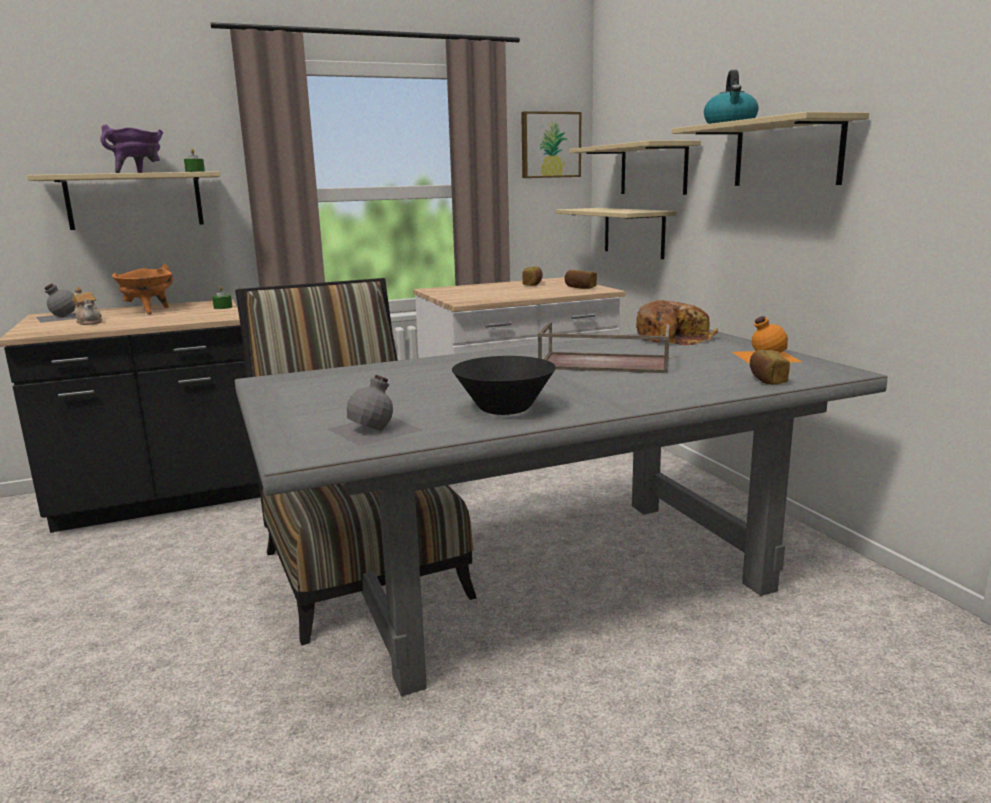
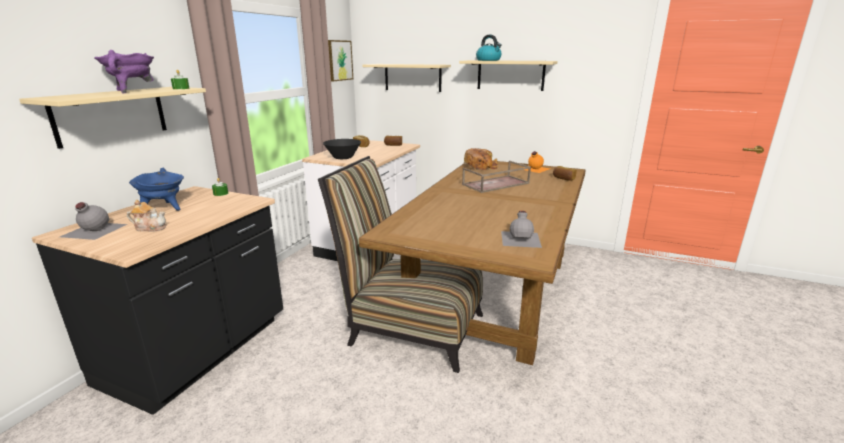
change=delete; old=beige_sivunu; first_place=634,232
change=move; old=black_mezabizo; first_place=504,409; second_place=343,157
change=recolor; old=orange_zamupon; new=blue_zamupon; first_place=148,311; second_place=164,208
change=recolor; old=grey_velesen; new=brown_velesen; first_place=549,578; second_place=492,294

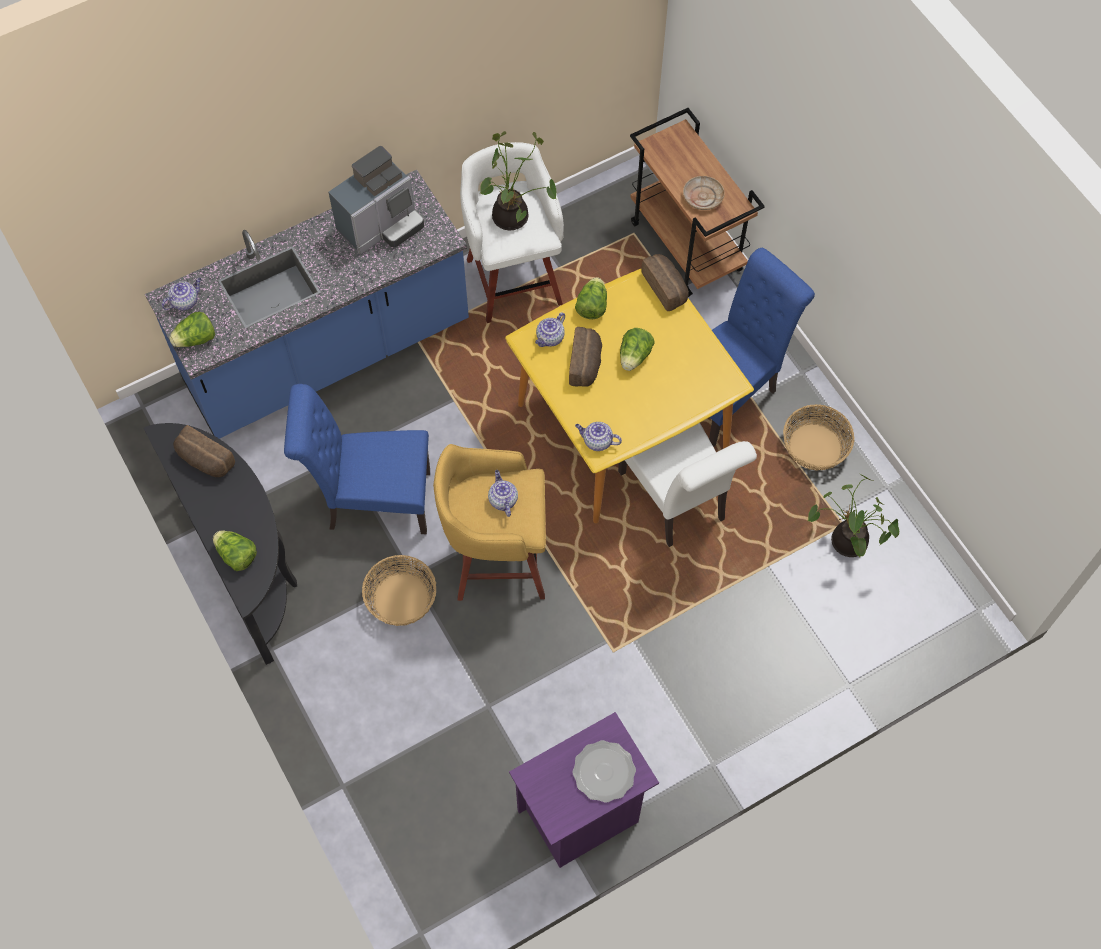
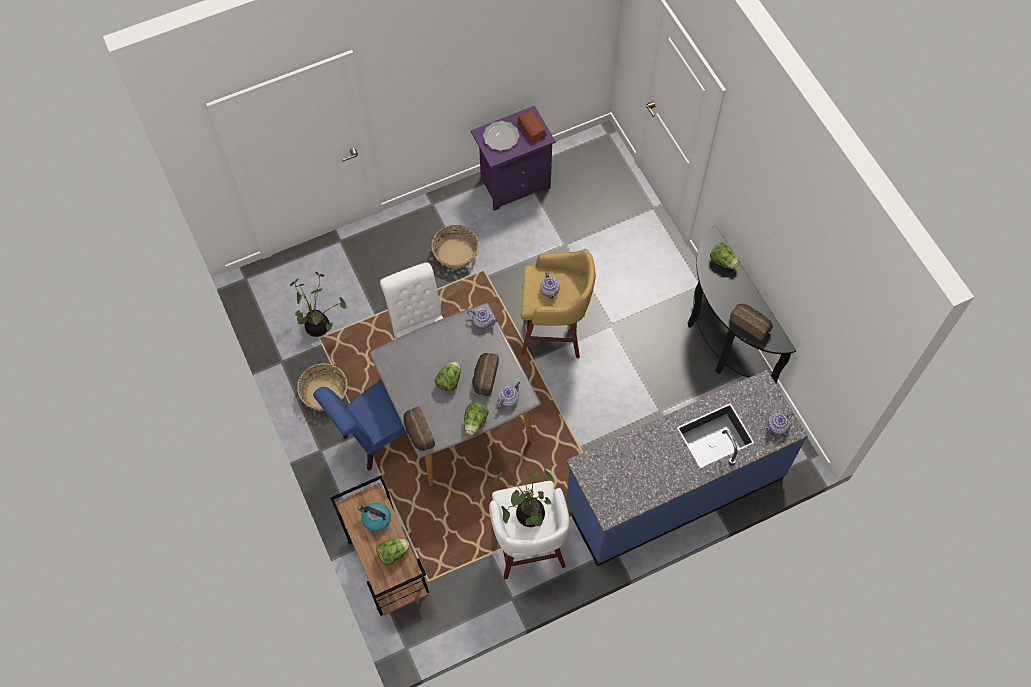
change=delete; old=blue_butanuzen; first_place=372,500
change=delete; old=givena; first_place=381,225
change=insert; new=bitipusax; second_place=531,129
change=move; old=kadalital; first_place=196,339; second_place=392,553
change=move; old=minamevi; first_place=400,599; second_place=456,253
change=replace; old=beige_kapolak; new=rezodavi; first_place=702,197; second_place=376,519
change=recolor; old=yellow_velesen; new=grey_velesen; first_place=623,428; second_place=458,416

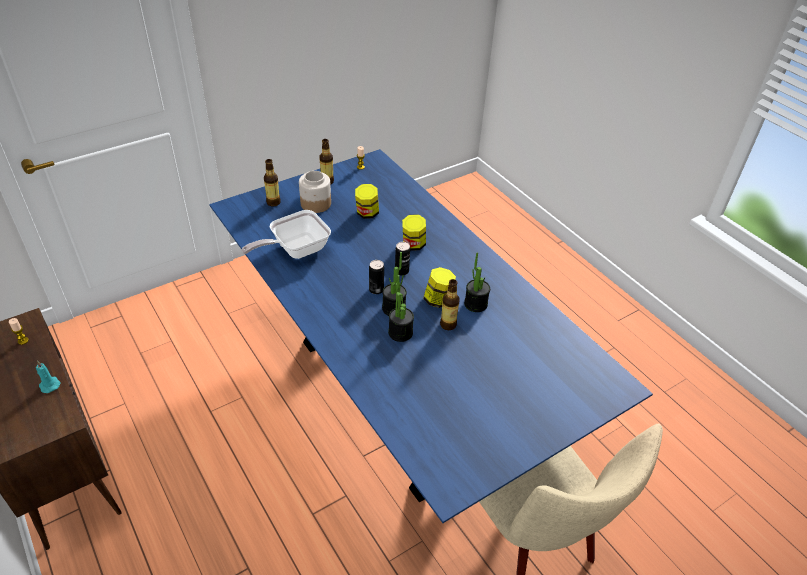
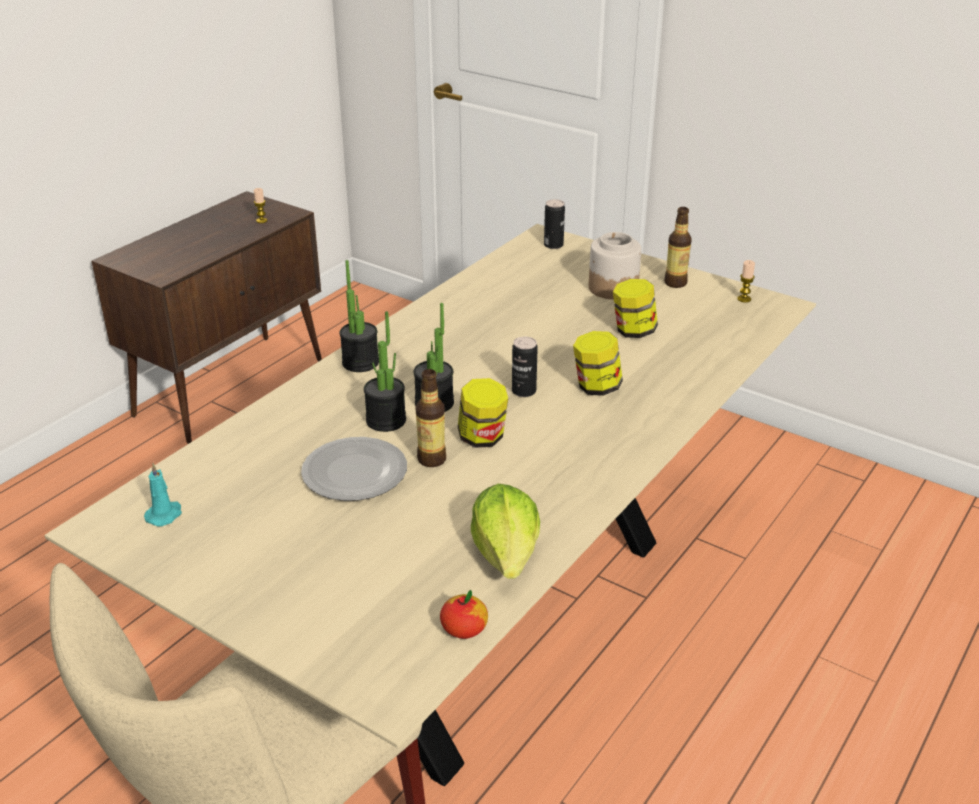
change=delete; old=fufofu; first_place=295,250
change=delete; old=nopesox; first_place=273,202
change=insert; new=kapolak; second_place=356,473
change=insert; new=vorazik; second_place=464,629
change=insert; new=kadalital; second_place=507,554
change=move; old=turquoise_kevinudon; first_place=49,384; second_place=165,515
change=move; old=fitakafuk; first_place=376,289; second_place=553,245
change=move; old=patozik; first_place=475,304; second_place=360,363
change=recolor; old=blue_velesen; new=beige_velesen; first_place=398,394; second_place=489,616

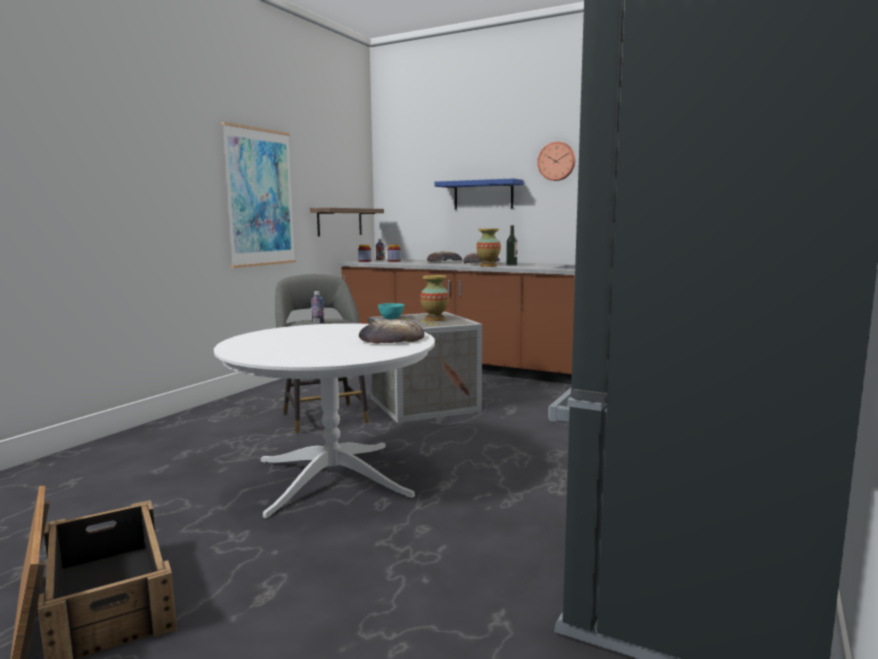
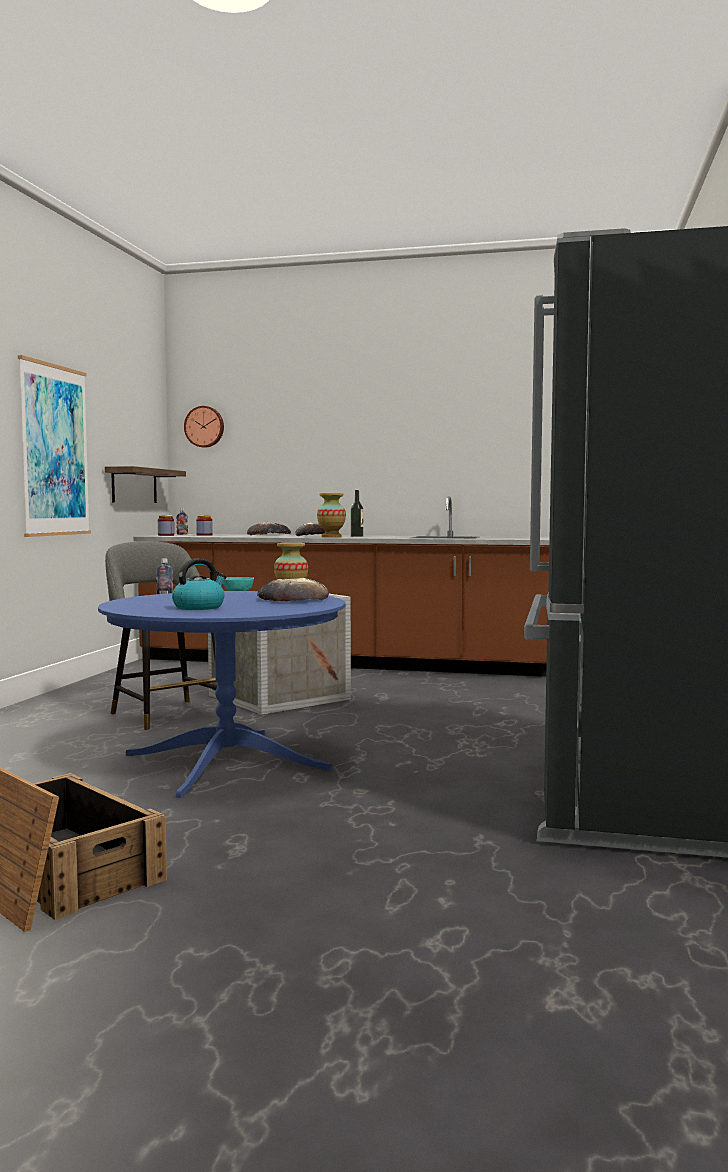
change=delete; old=blue_sivunu; first_place=483,195
change=insert; new=rezodavi; second_place=199,607
change=move; old=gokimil; first_place=556,161; second_place=204,427
change=recolor; old=white_velesen; new=blue_velesen; first_place=333,477; second_place=226,762

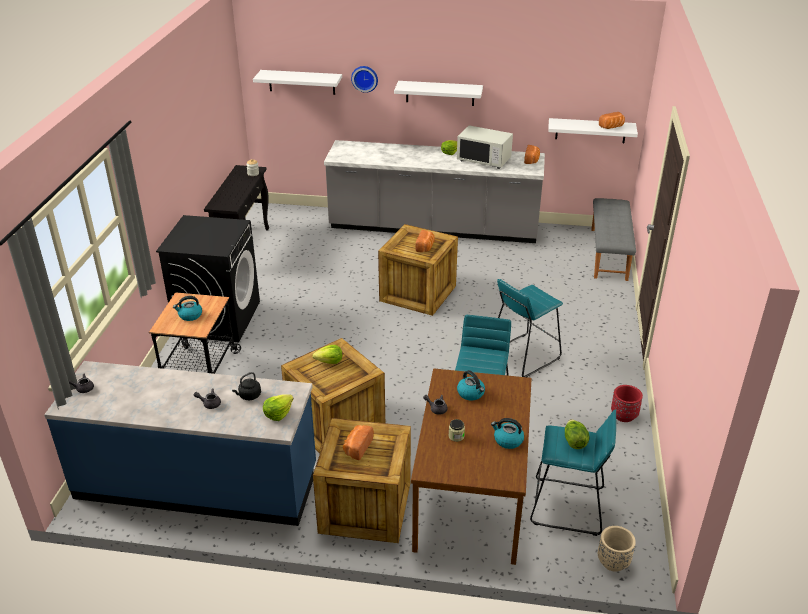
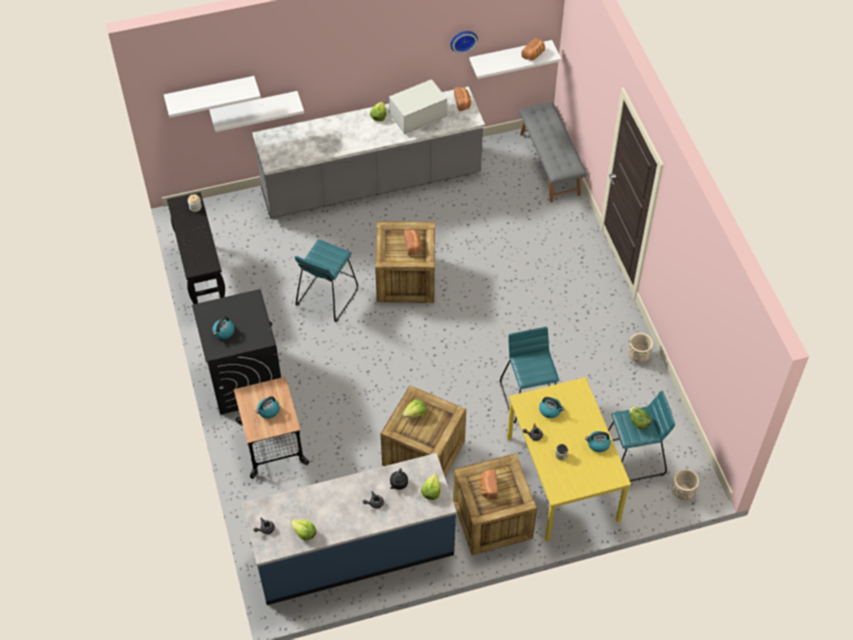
change=insert; new=rezodavi; second_place=223,332
change=insert; new=kadalital; second_place=304,533
change=move; old=gokimil; first_place=365,78; second_place=463,40
change=move; old=white_sivunu; first_place=440,93; second_place=254,107
change=move; old=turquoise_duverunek; first_place=523,355; second_place=327,297
change=recolor; old=brown_velesen; new=yellow_velesen; first_place=471,497; second_place=563,479
change=recolor; old=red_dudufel; new=beige_dudufel; first_place=624,415; second_place=638,356
change=rotate; old=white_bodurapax; first_place=484,160; second_place=418,117; degrees=150

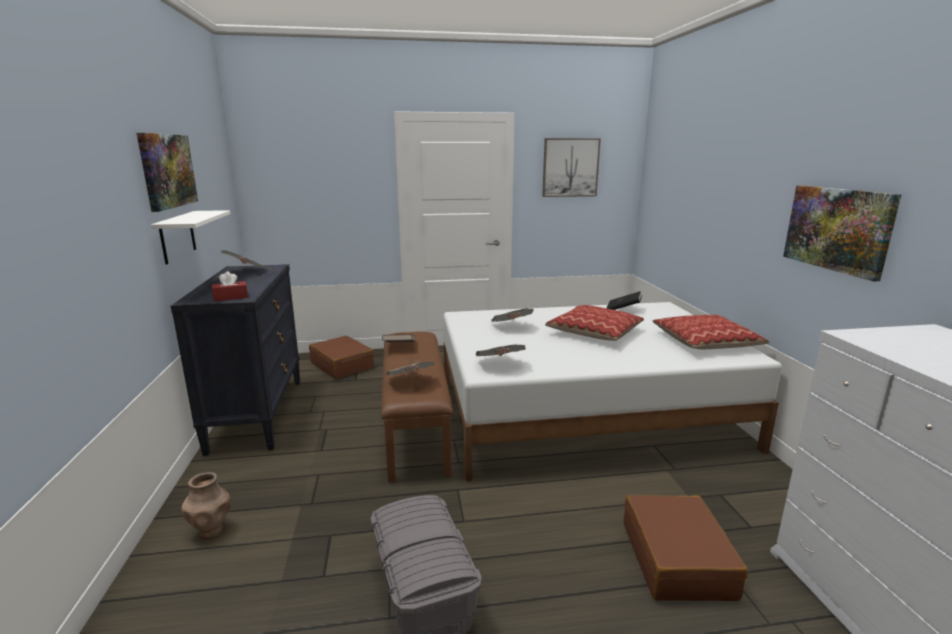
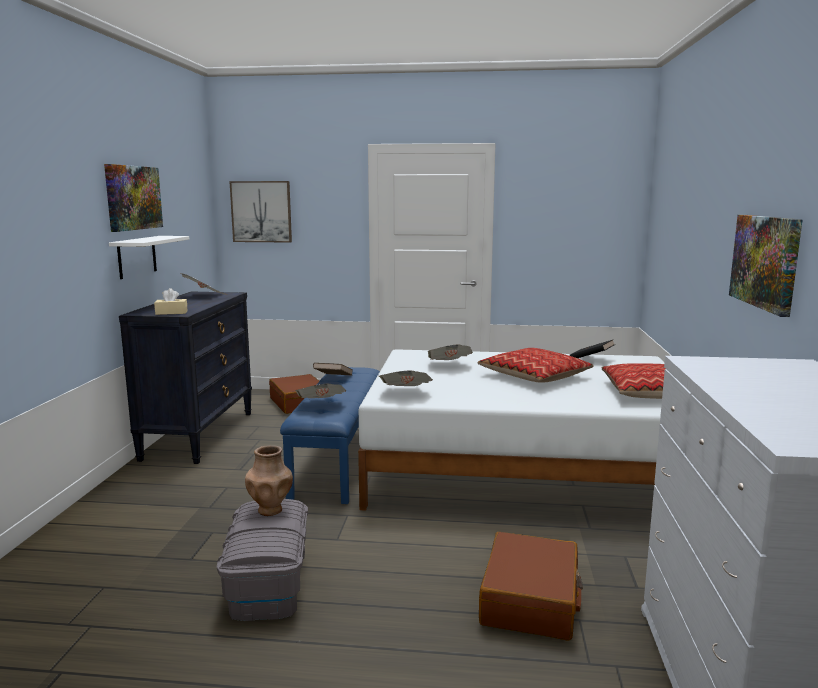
change=move; old=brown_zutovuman; first_place=211,530; second_place=270,510
change=move; old=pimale; first_place=570,167; second_place=261,211
change=recolor; old=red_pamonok; new=beige_pamonok; first_place=231,297; second_place=171,312
change=recolor; old=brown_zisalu; new=blue_zisalu; first_place=416,426; second_place=340,460

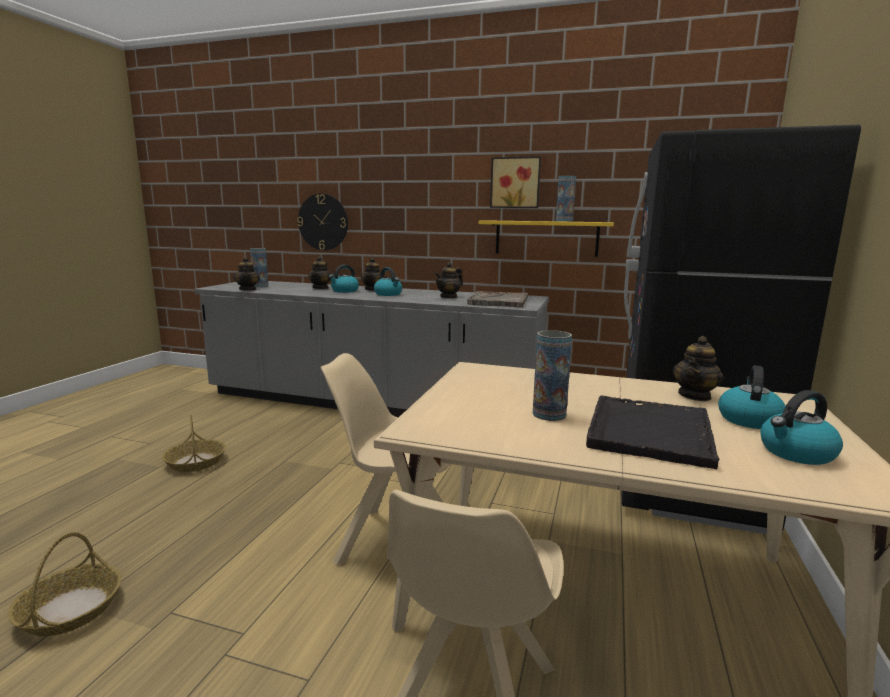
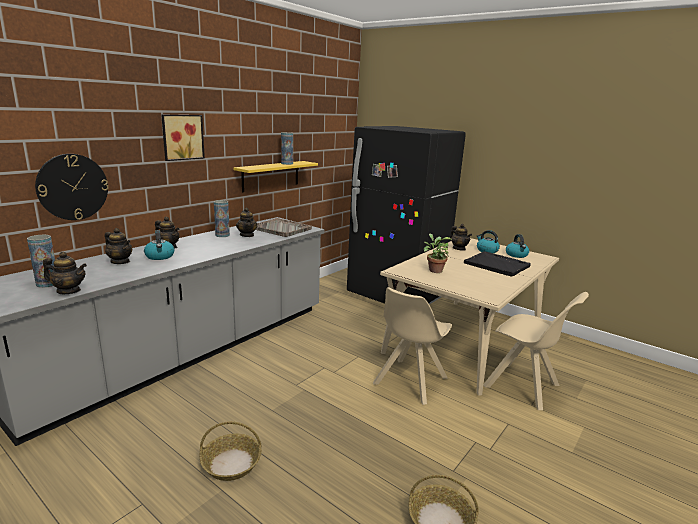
change=delete; old=rezodavi; first_place=388,294
change=insert; new=patozik; second_place=434,270
change=move; old=pimale; first_place=515,183; second_place=182,137
change=move; old=zutovuman; first_place=549,414; second_place=222,235

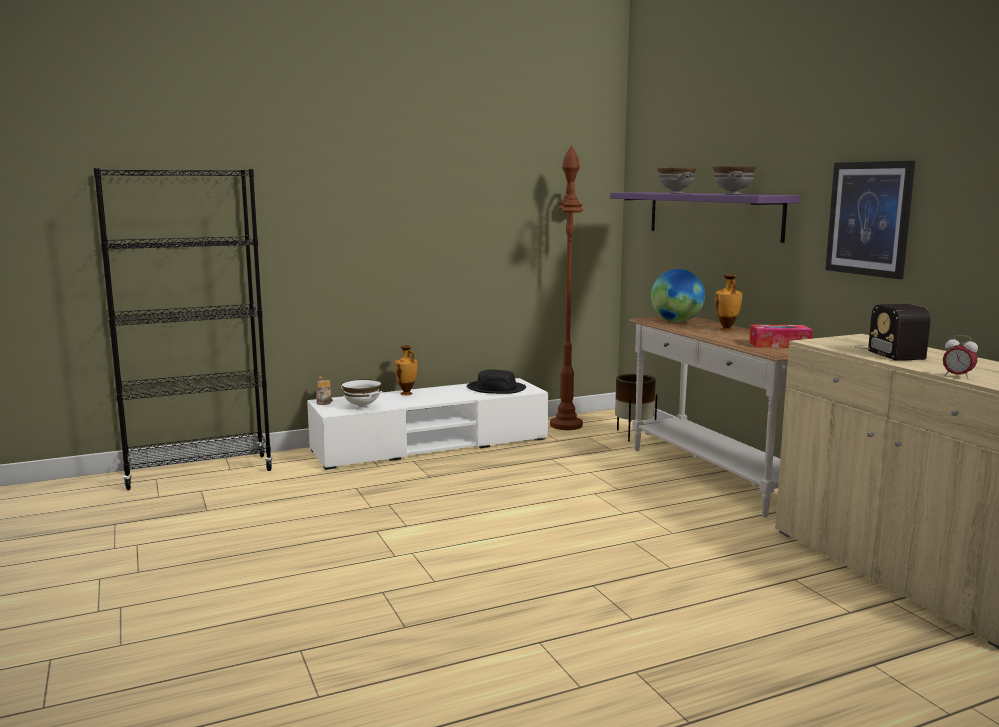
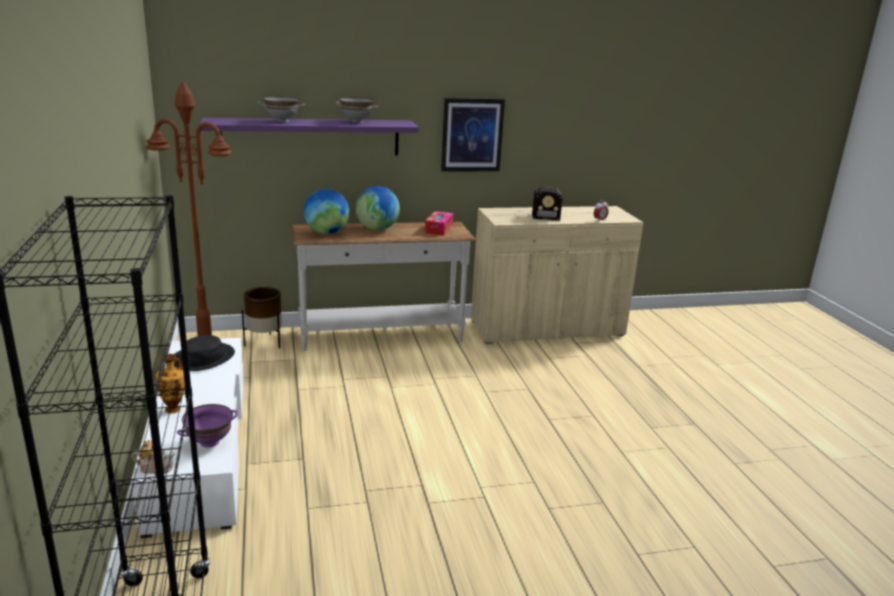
change=replace; old=zutovuman; new=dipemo; first_place=726,330; second_place=377,229
change=recolor; old=white_mezabizo; new=purple_mezabizo; first_place=361,407; second_place=210,442

